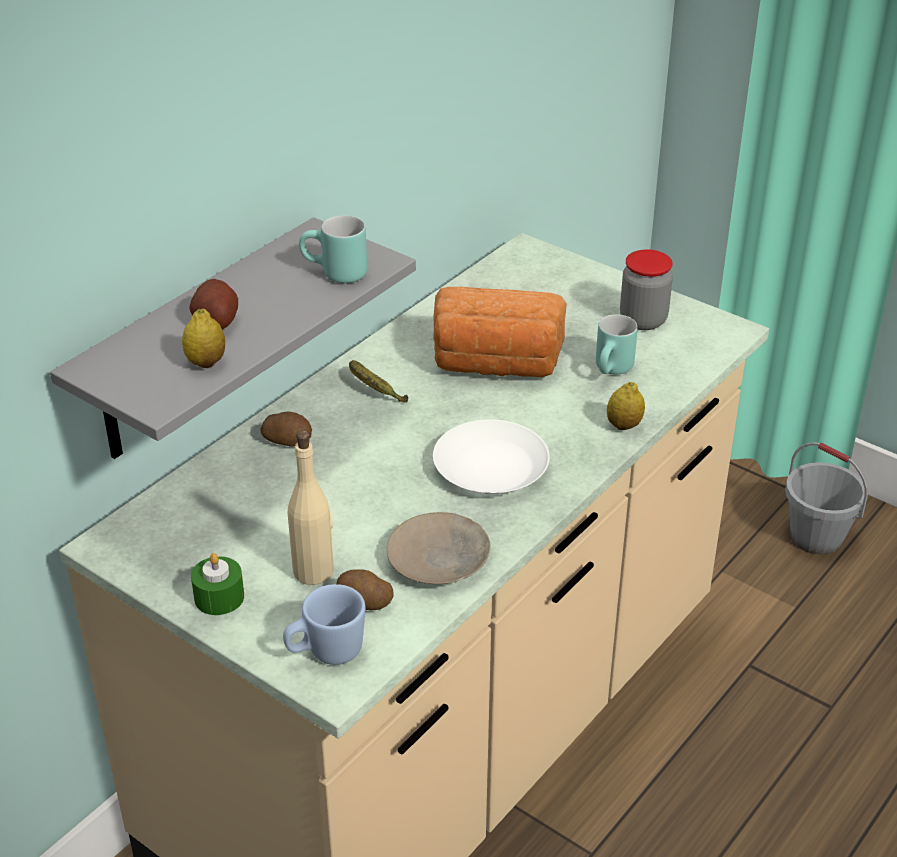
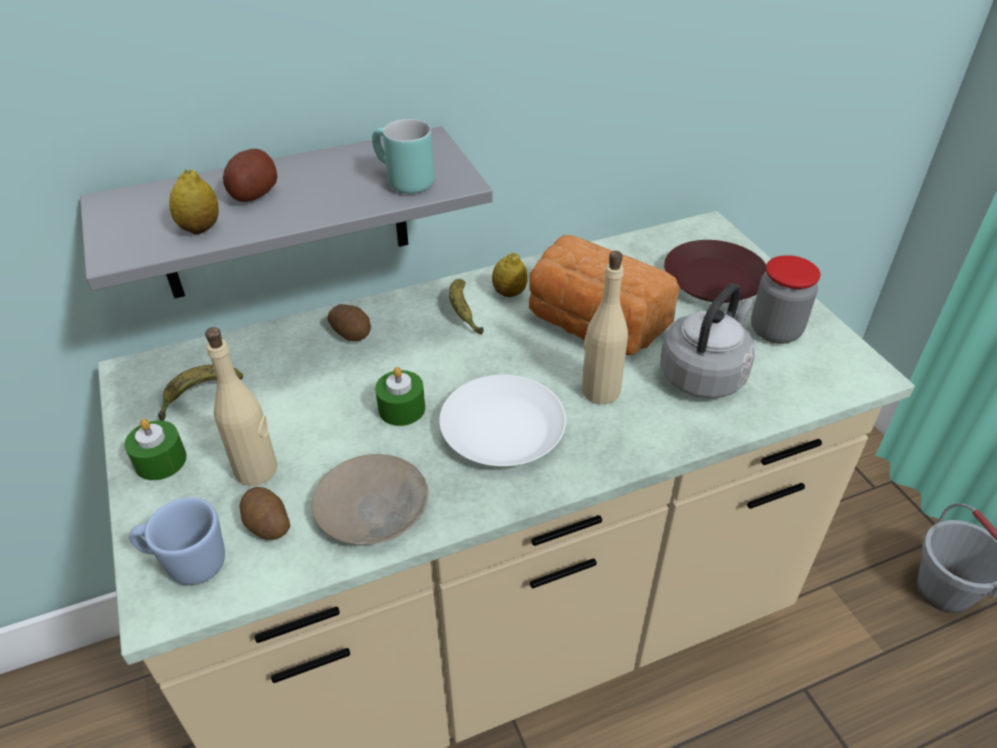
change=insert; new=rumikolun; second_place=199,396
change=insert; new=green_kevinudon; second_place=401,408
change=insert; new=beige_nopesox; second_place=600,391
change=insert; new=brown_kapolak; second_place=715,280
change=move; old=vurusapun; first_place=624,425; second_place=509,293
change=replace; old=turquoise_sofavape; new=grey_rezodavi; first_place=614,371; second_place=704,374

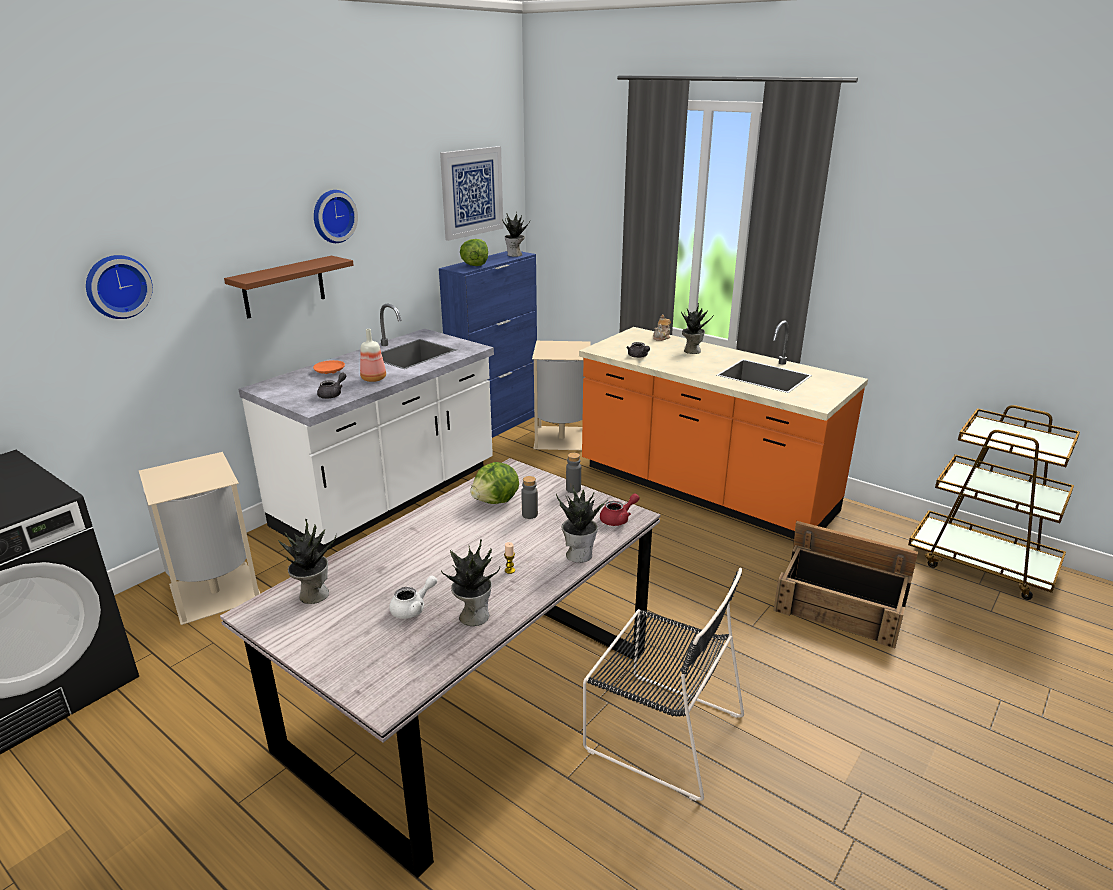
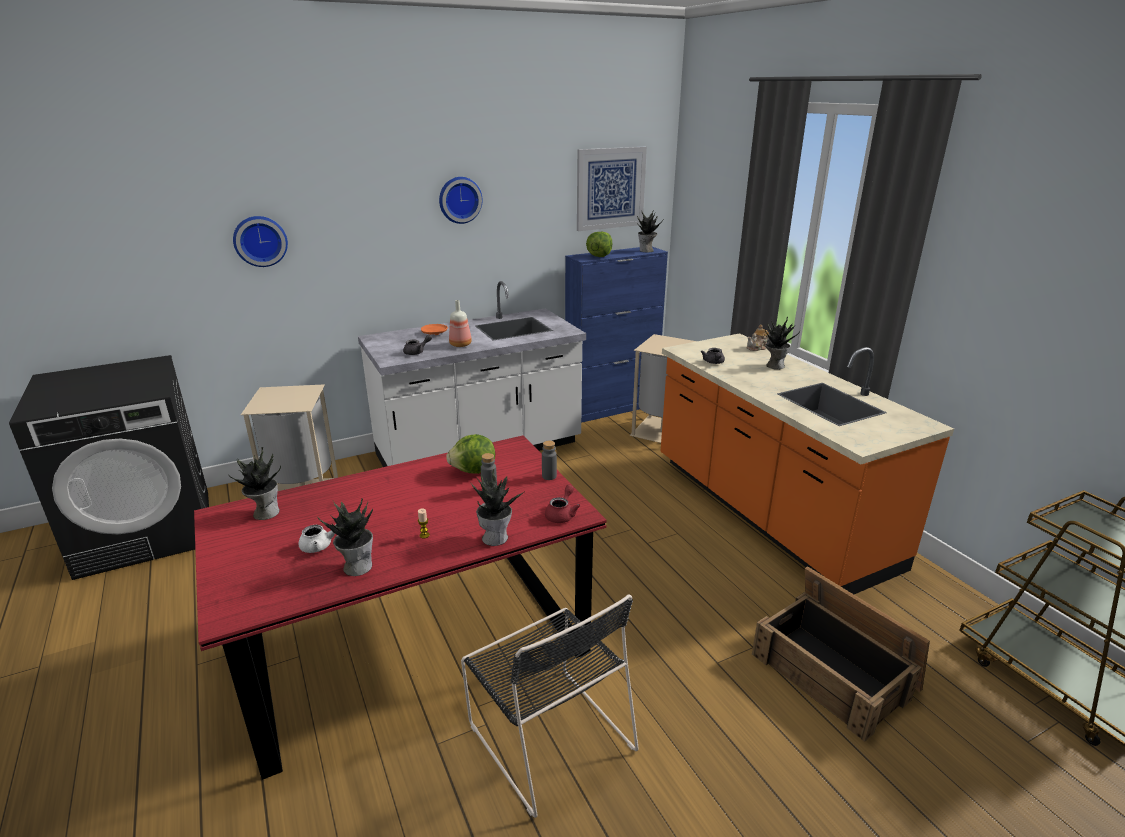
change=delete; old=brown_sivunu; first_place=284,287
change=recolor; old=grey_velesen; new=red_velesen; first_place=469,697; second_place=413,641
change=rotate; old=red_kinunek; first_place=618,519; second_place=562,514; degrees=-60

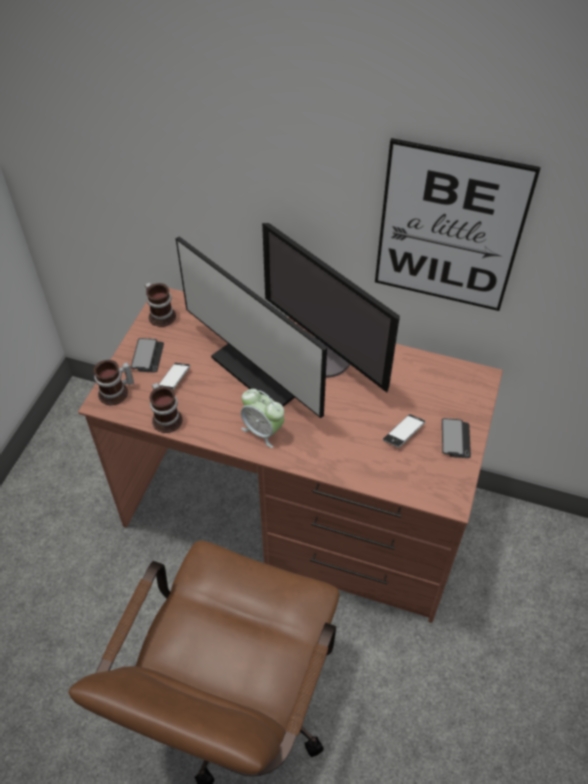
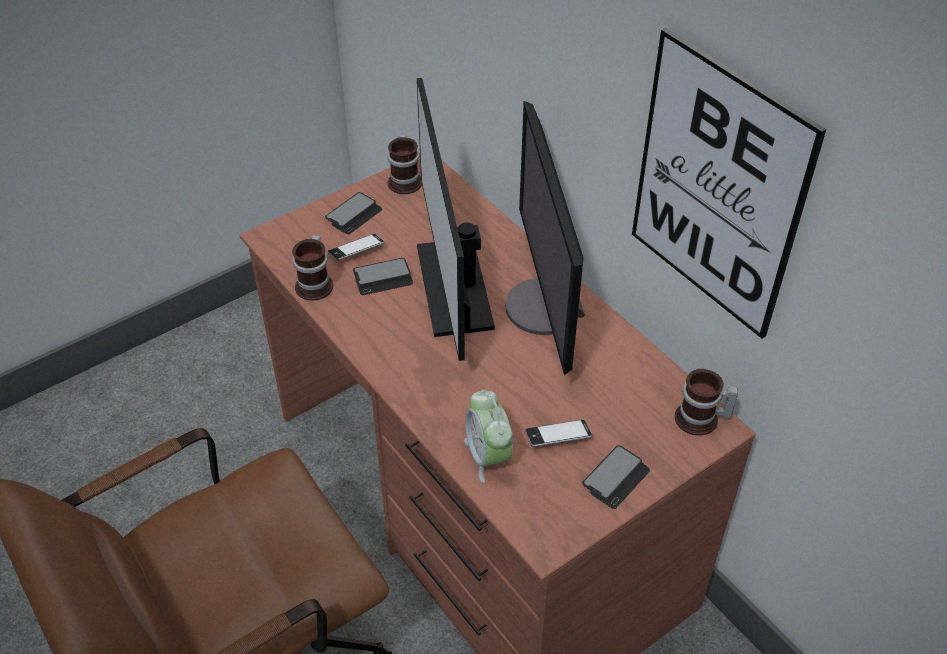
change=insert; new=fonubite; second_place=383,278
change=move; old=sofavape; first_place=116,393; second_place=701,420
change=move; old=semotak; first_place=263,431; second_place=488,456

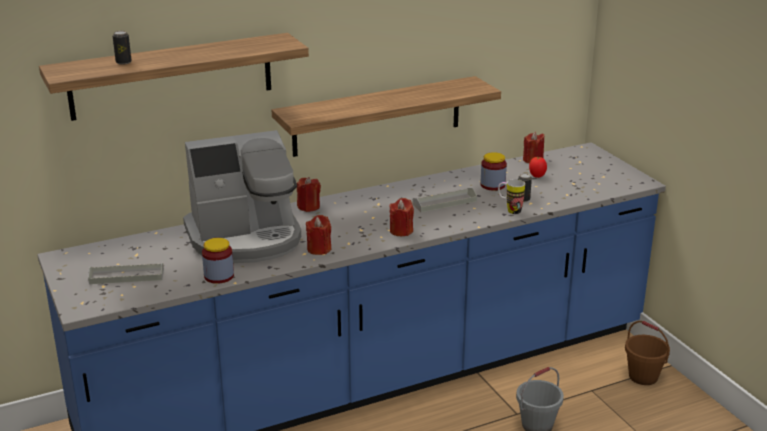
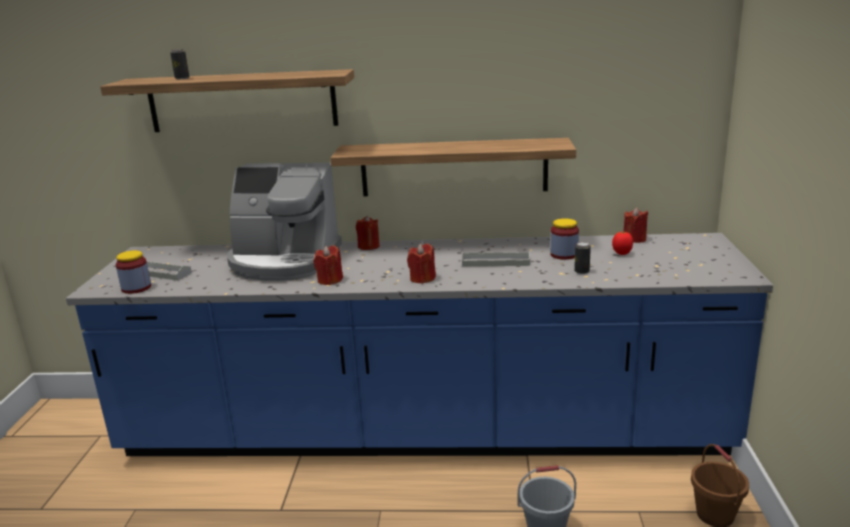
change=delete; old=sofavape; first_place=509,210
change=move; old=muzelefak; first_place=219,276; second_place=136,288

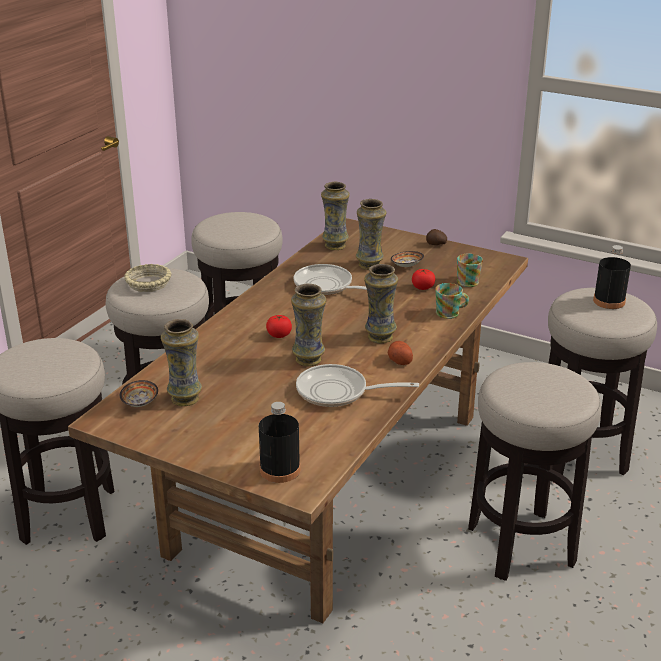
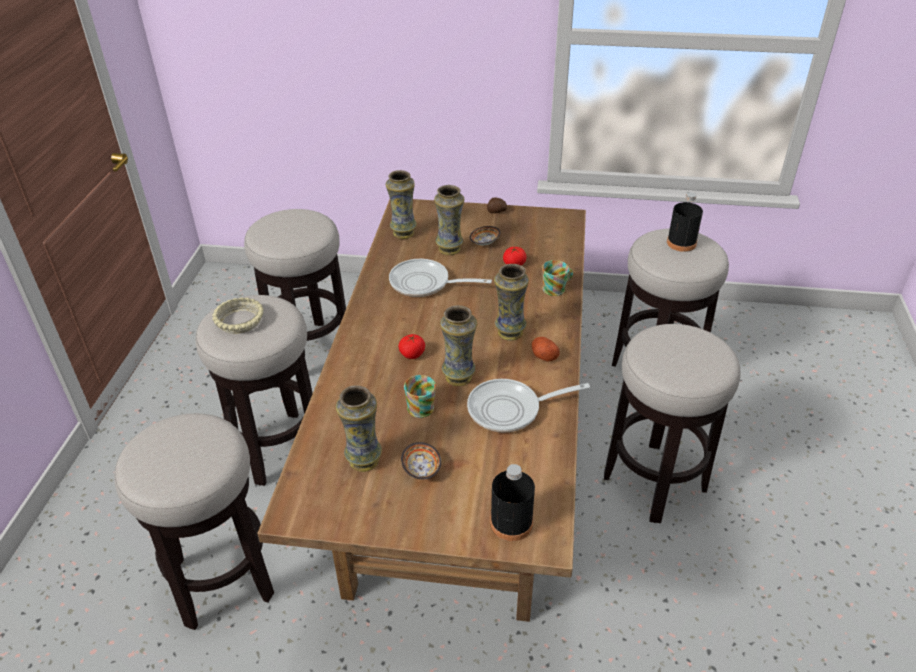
change=move; old=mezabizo; first_place=140,403; second_place=421,469
change=move; old=sofavape; first_place=469,281; second_place=421,405

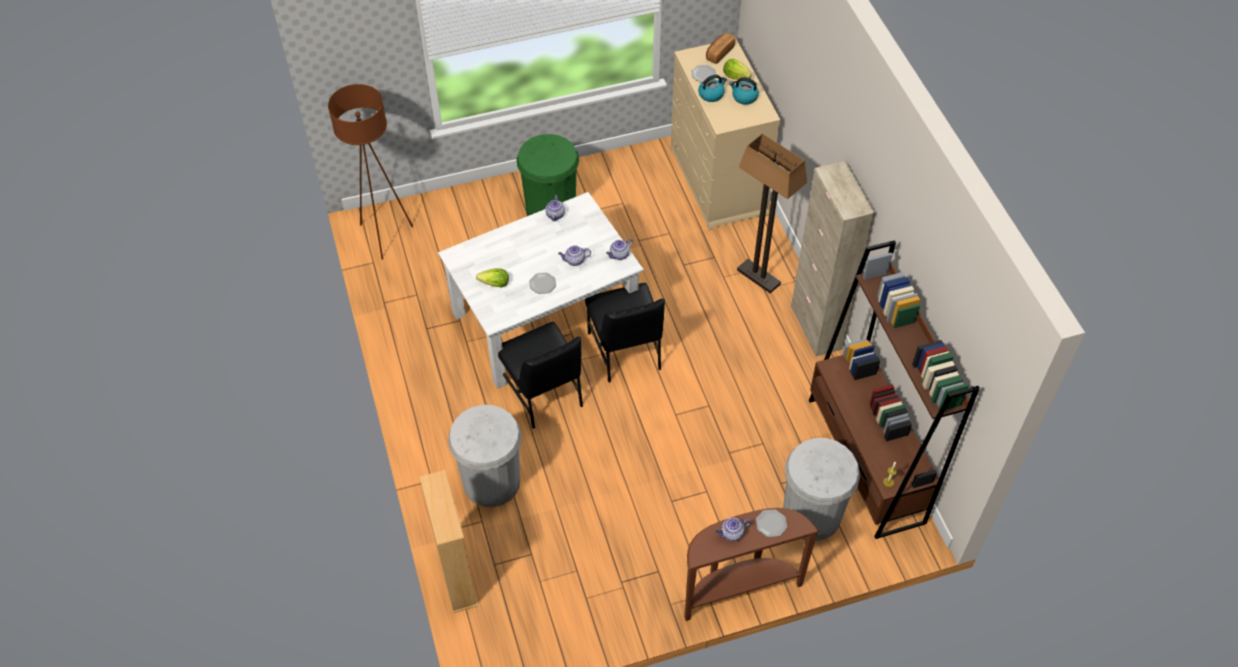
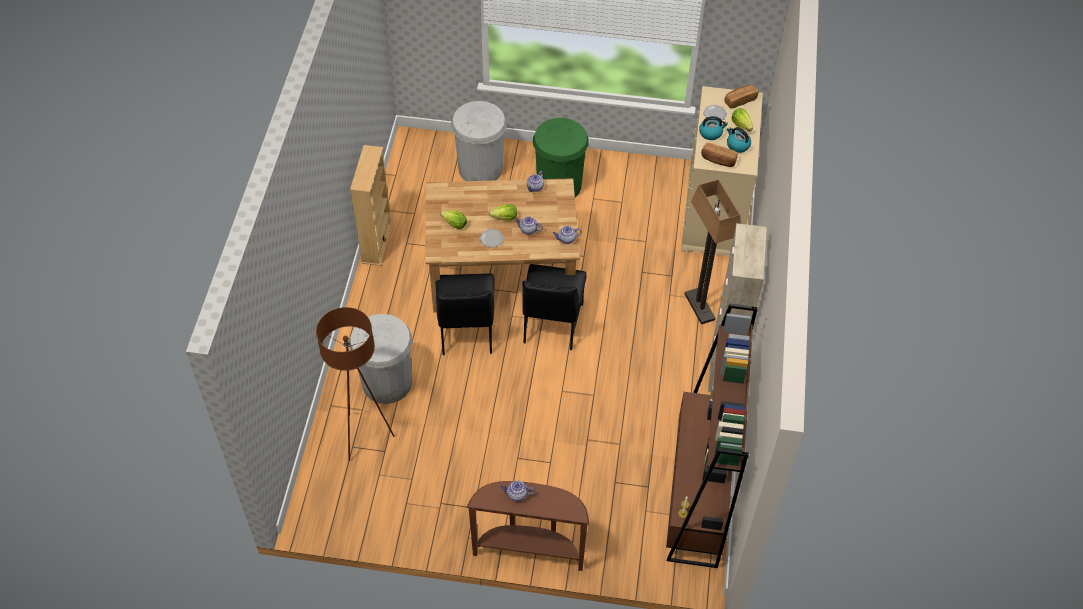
change=delete; old=kapolak; first_place=771,524
change=insert; new=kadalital; second_place=505,218
change=insert; new=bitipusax; second_place=718,160
change=move; old=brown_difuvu; first_place=384,236; second_place=363,436
change=move; old=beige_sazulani; first_place=456,577; second_place=376,242
change=move; old=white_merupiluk; first_place=811,515; second_place=480,169
change=recolor; old=white_velesen; new=brown_velesen; first_place=544,320; second_place=501,273

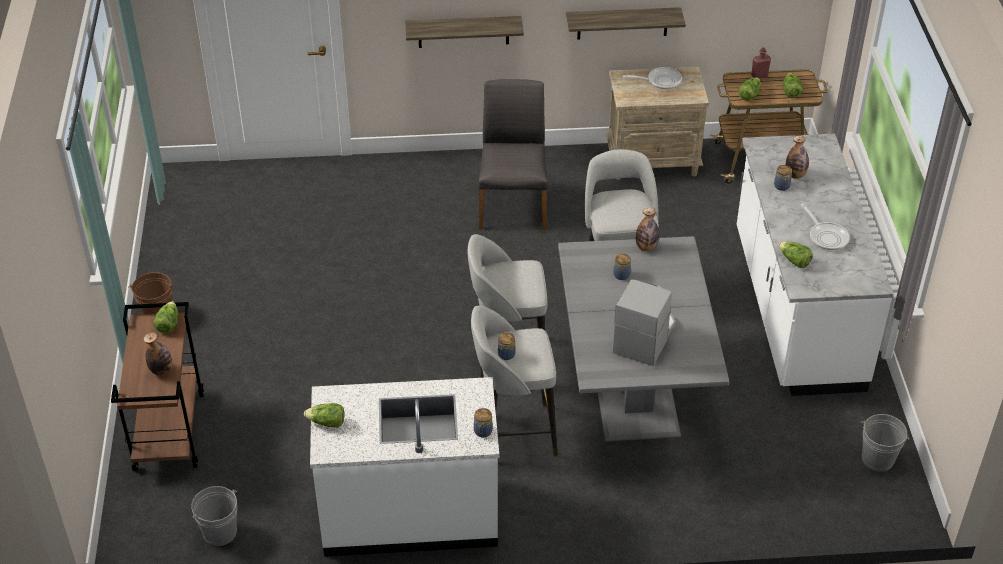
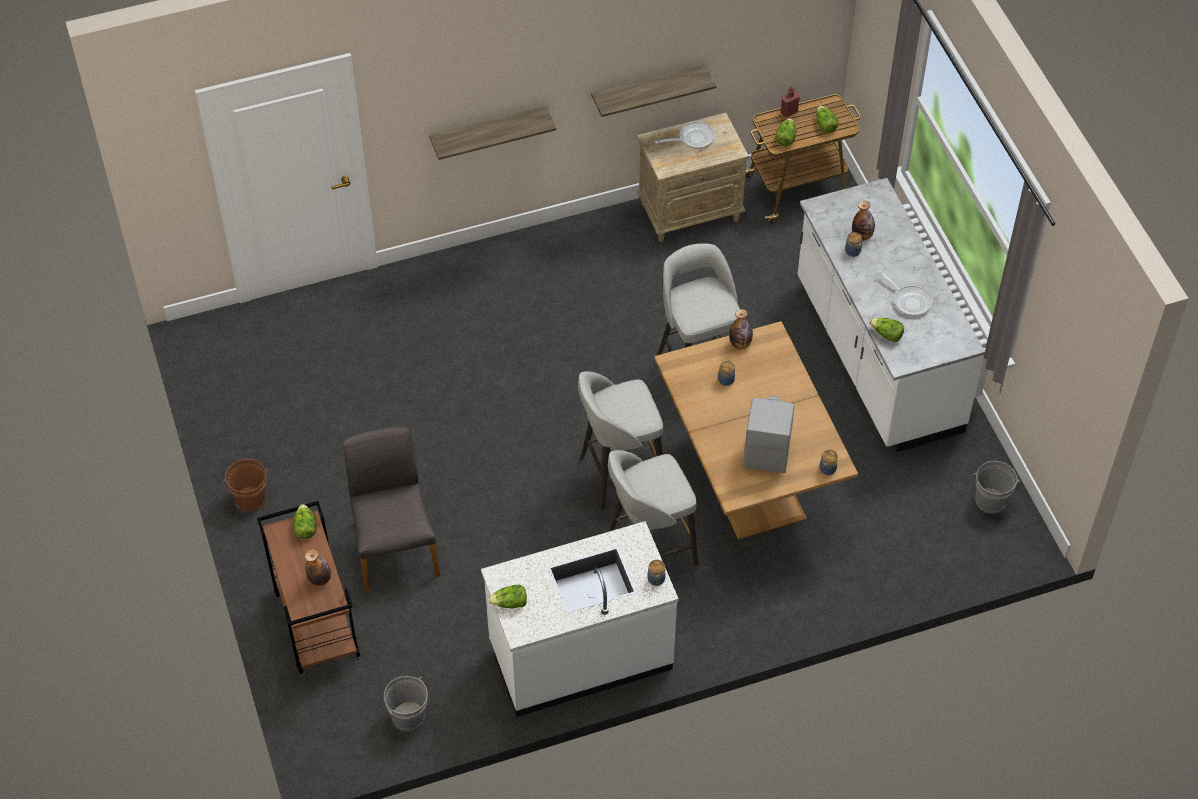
change=move; old=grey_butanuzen; first_place=513,204; second_place=394,547
change=move; old=muzelefak; first_place=505,355; second_place=827,469
change=recolor; old=grey_velesen; new=brown_velesen; first_place=632,391; second_place=747,480

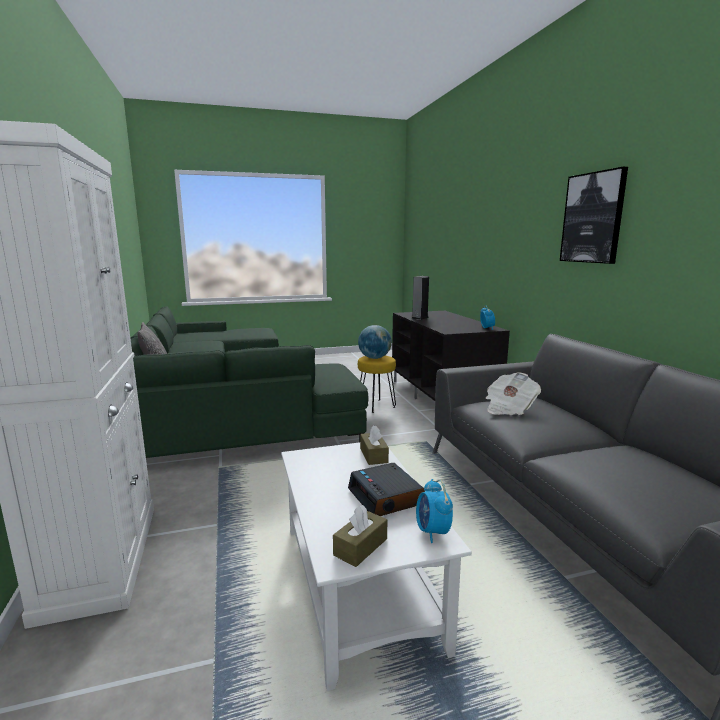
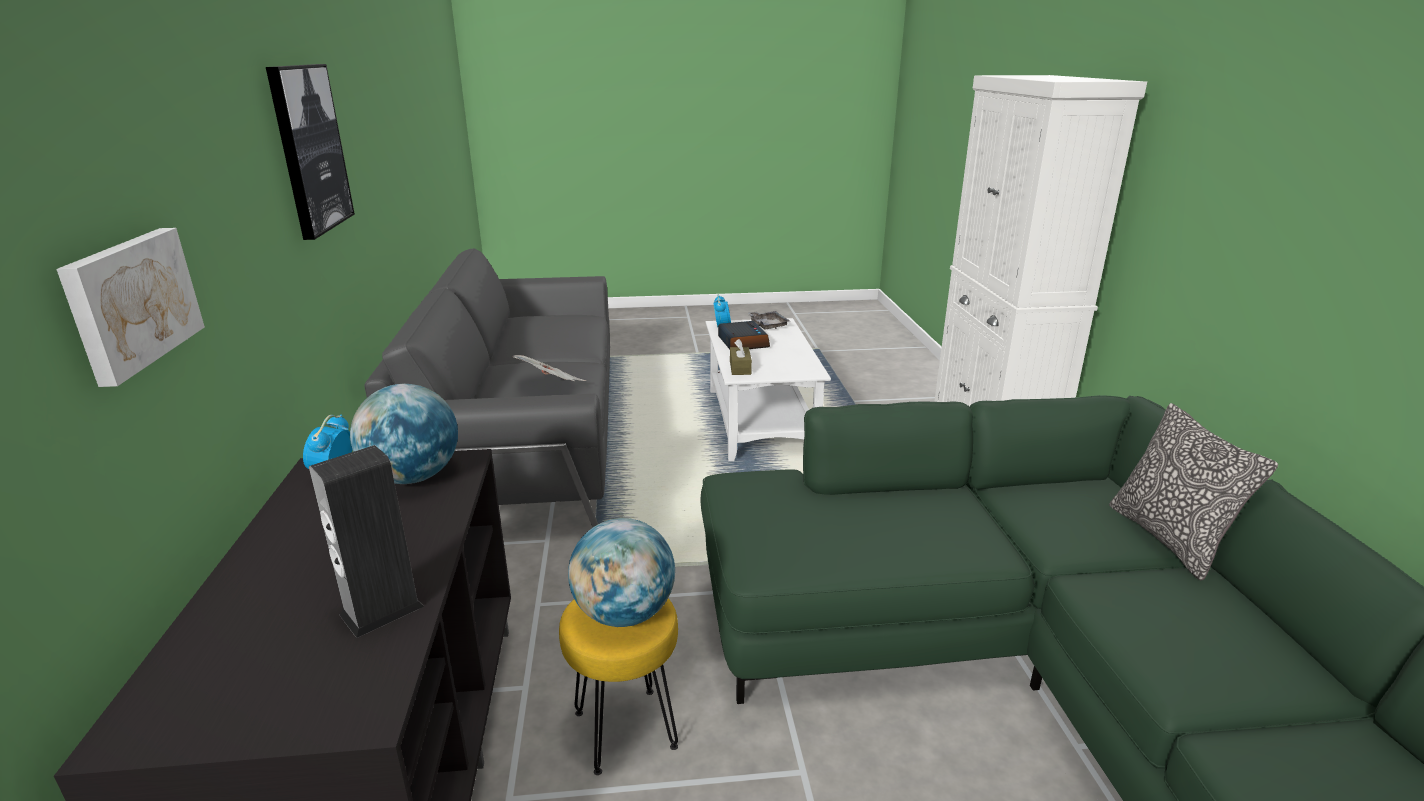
change=insert; new=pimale; second_place=131,302
change=insert; new=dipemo; second_place=413,477
change=replace; old=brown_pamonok; new=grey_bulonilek; first_place=360,547; second_place=767,325

